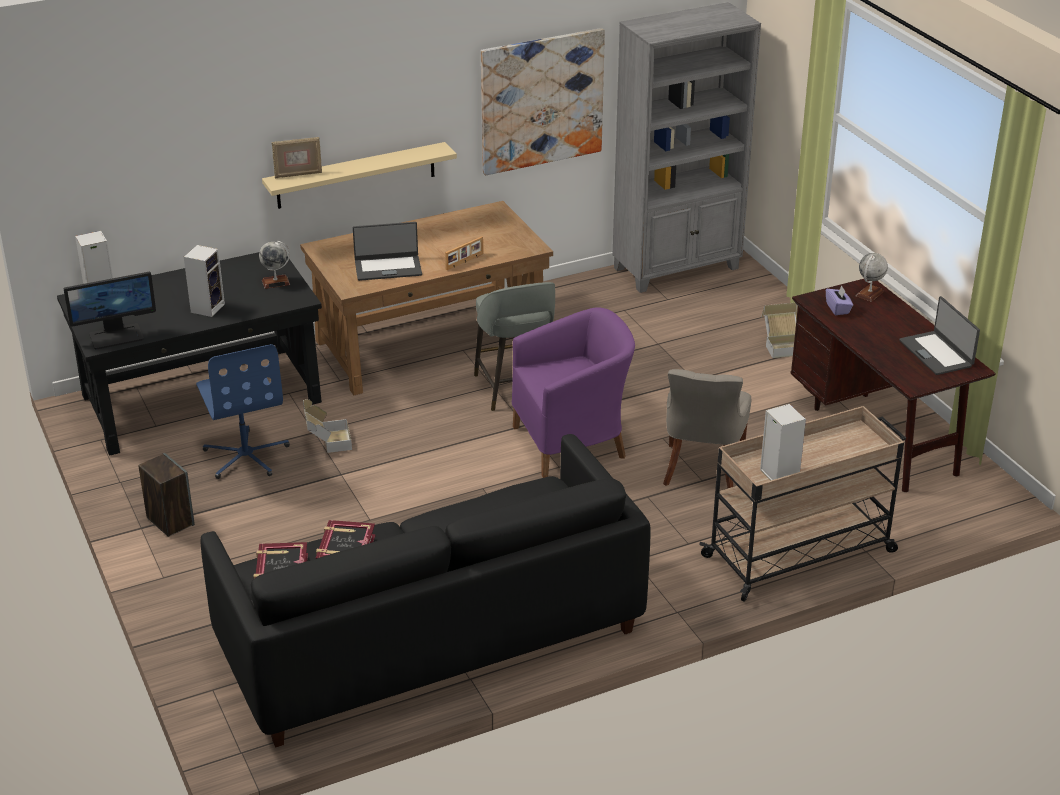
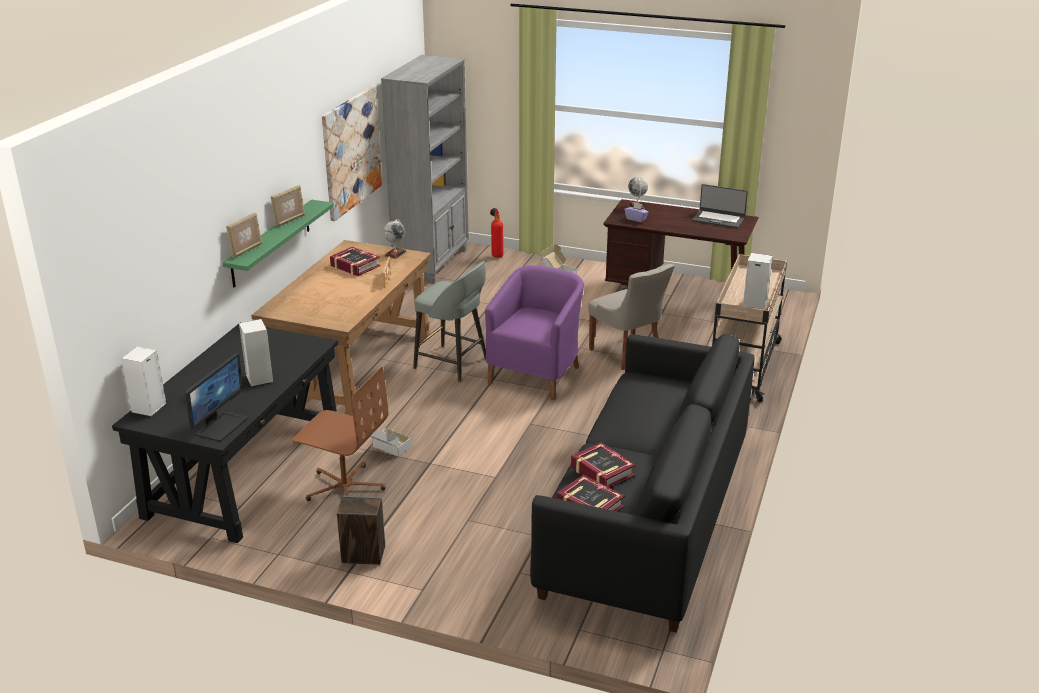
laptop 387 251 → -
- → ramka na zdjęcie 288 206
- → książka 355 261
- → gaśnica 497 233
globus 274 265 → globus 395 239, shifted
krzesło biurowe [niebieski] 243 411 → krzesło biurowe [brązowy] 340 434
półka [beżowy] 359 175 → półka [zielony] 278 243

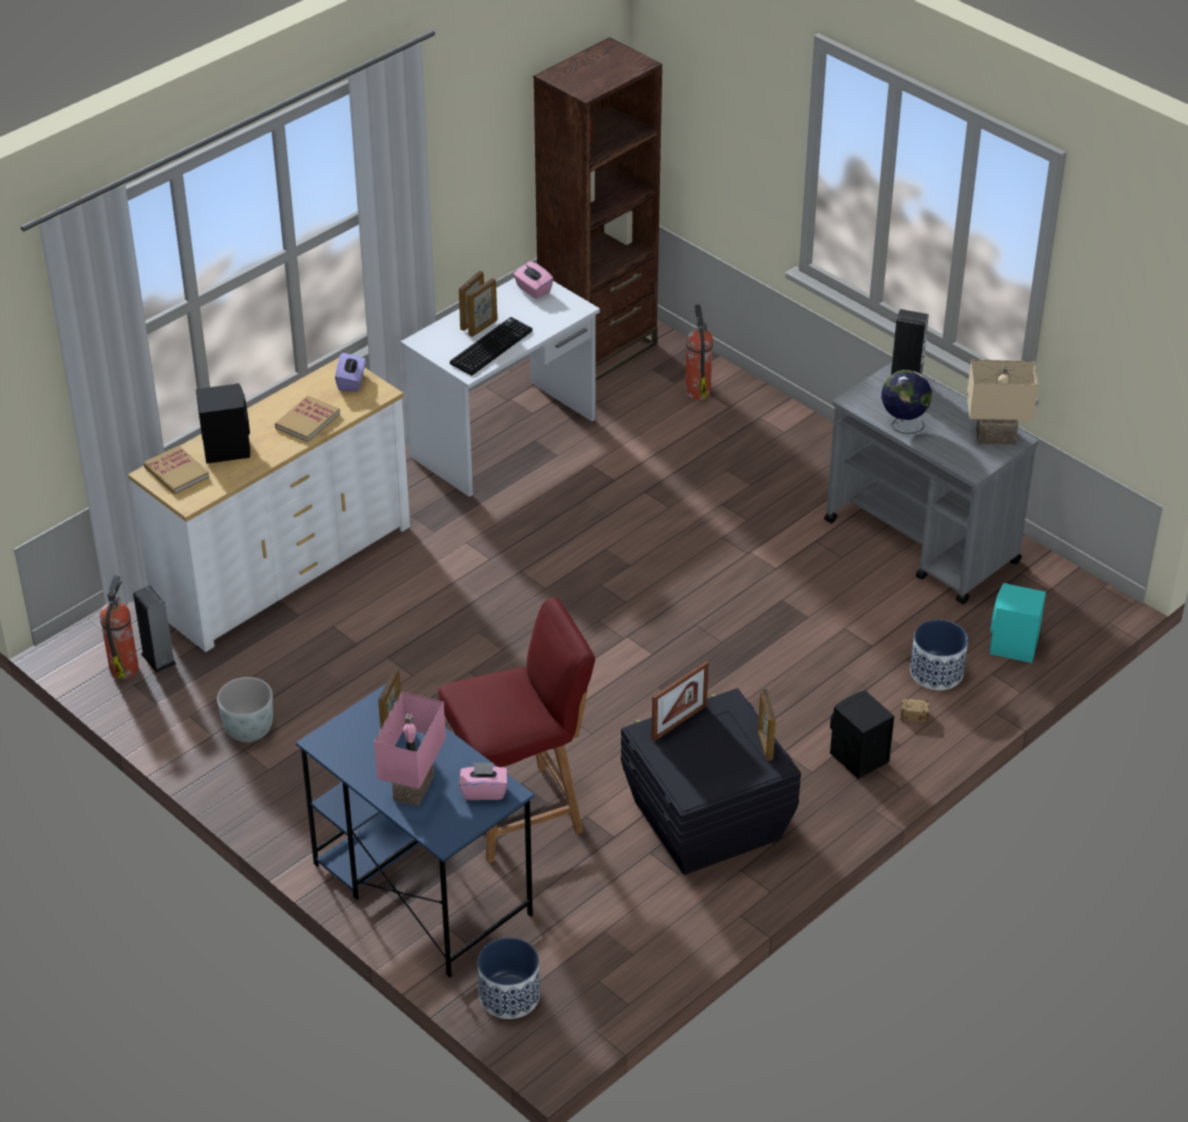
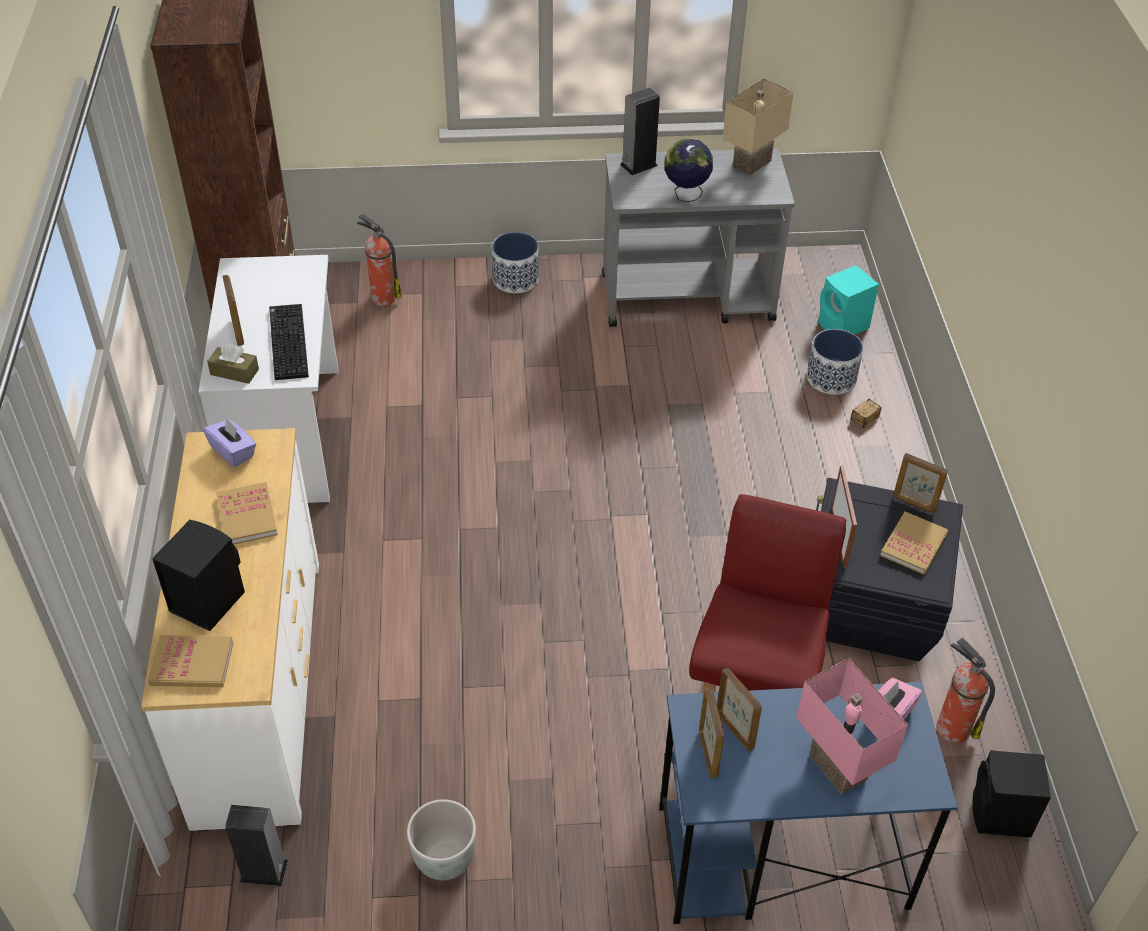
pudełko chusteczek [różowy] 533 280 → -
- → pudełko chusteczek [brązowy] 233 363
- → książka 914 543
gaśnica 119 627 → gaśnica 966 690, shifted
ramka na zdjęcie 482 307 → ramka na zdjęcie 711 733, shifted
donica 509 978 → donica 515 262, shifted
głośnik [czarny] 862 734 → głośnik [czarny] 1011 794, shifted

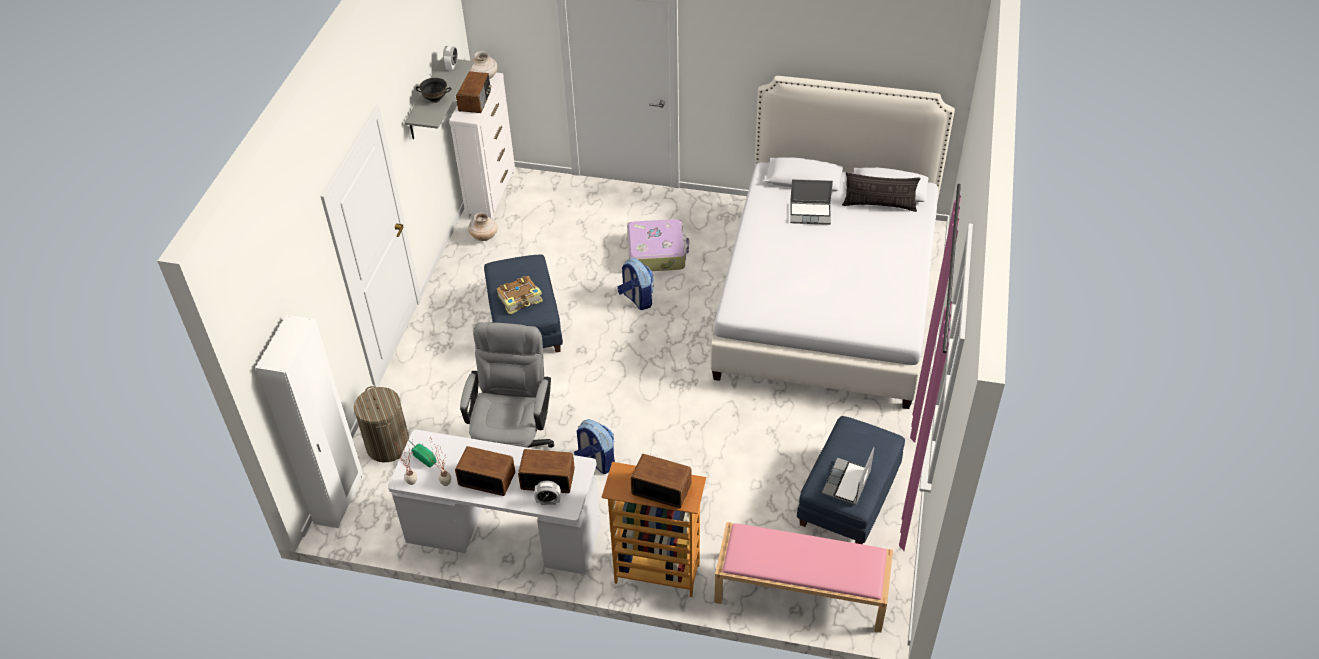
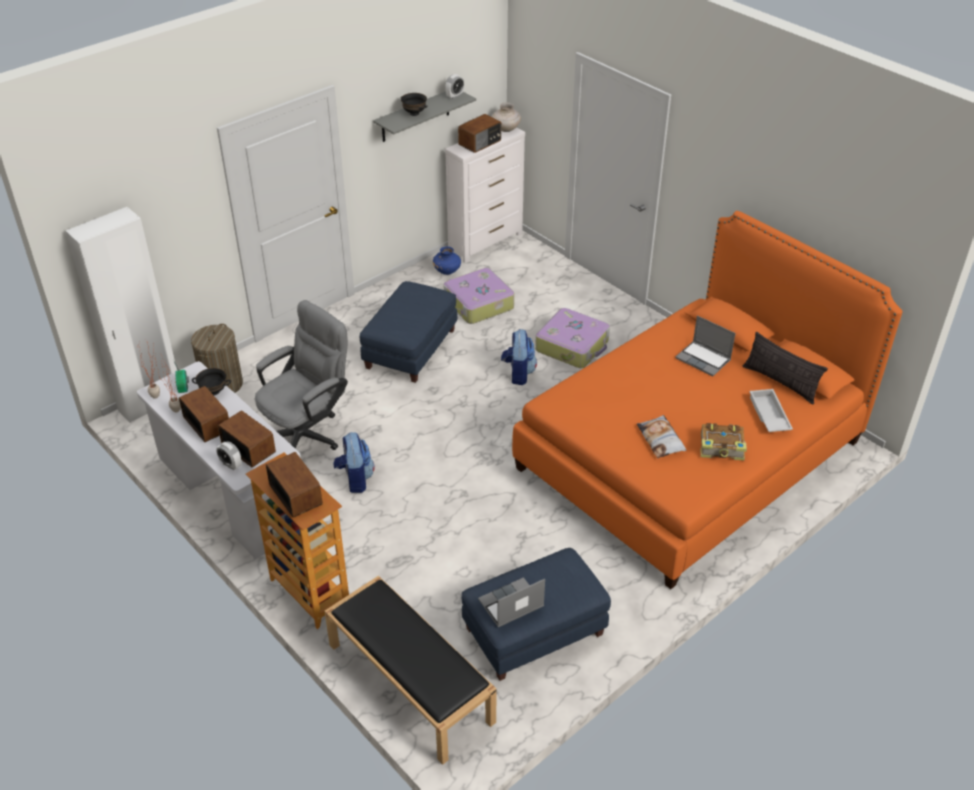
- → miska [czarny] 211 381
- → walizka 479 296
- → poduszka 661 436
- → taca [biały] 771 410
książka 520 295 → książka 723 441, shifted
wazon [beżowy] 483 226 → wazon [niebieski] 447 261
łóżko [biały] 833 242 → łóżko [pomarańczowy] 707 400
ławka [różowy] 803 577 → ławka [czarny] 410 670

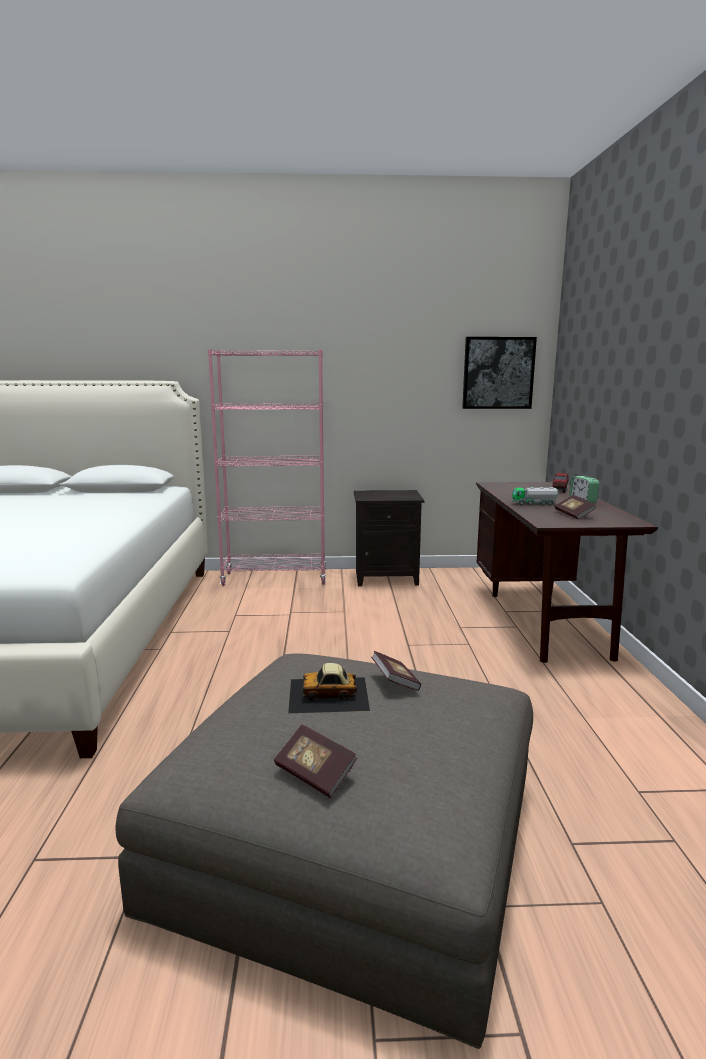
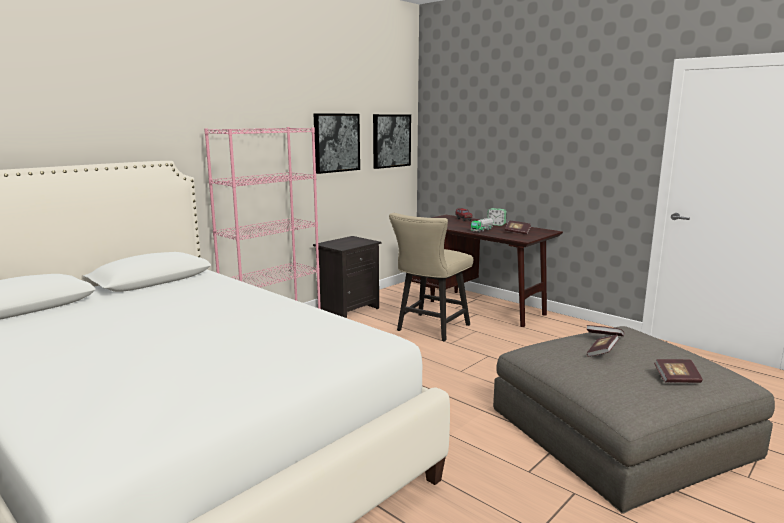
- → obraz 337 144
- → krzesło [beżowy] 431 277
samochodzik 329 688 → książka 603 346

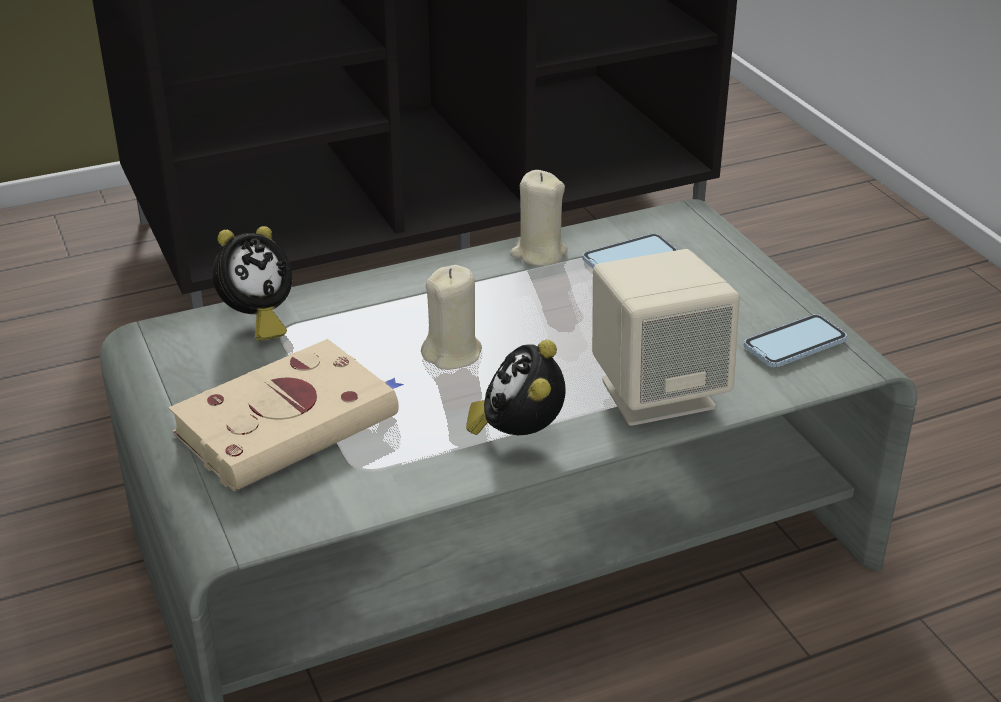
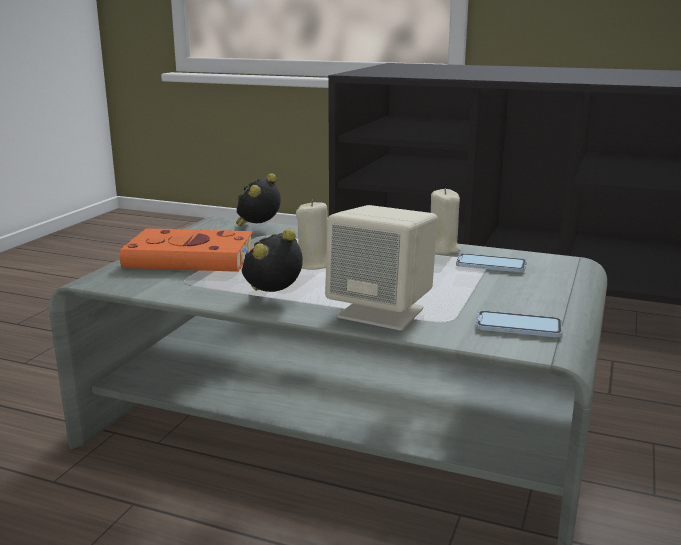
książka [beżowy] 286 415 → książka [pomarańczowy] 186 250
budzik 252 283 → budzik 258 200, 120 degrees clockwise

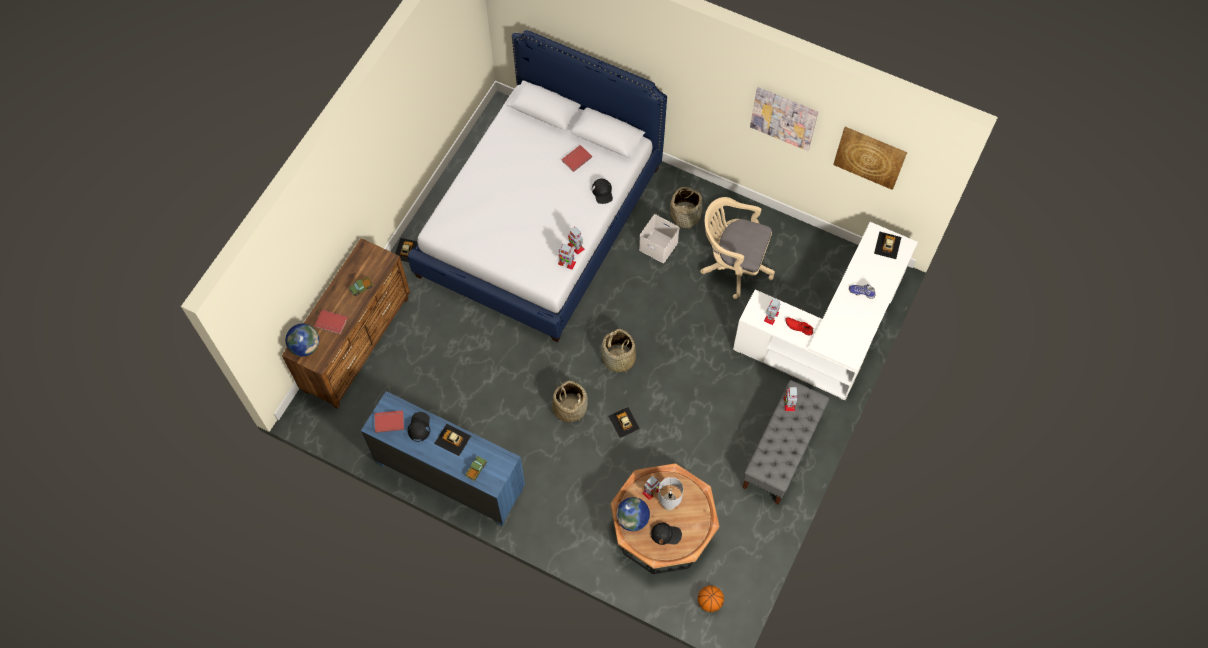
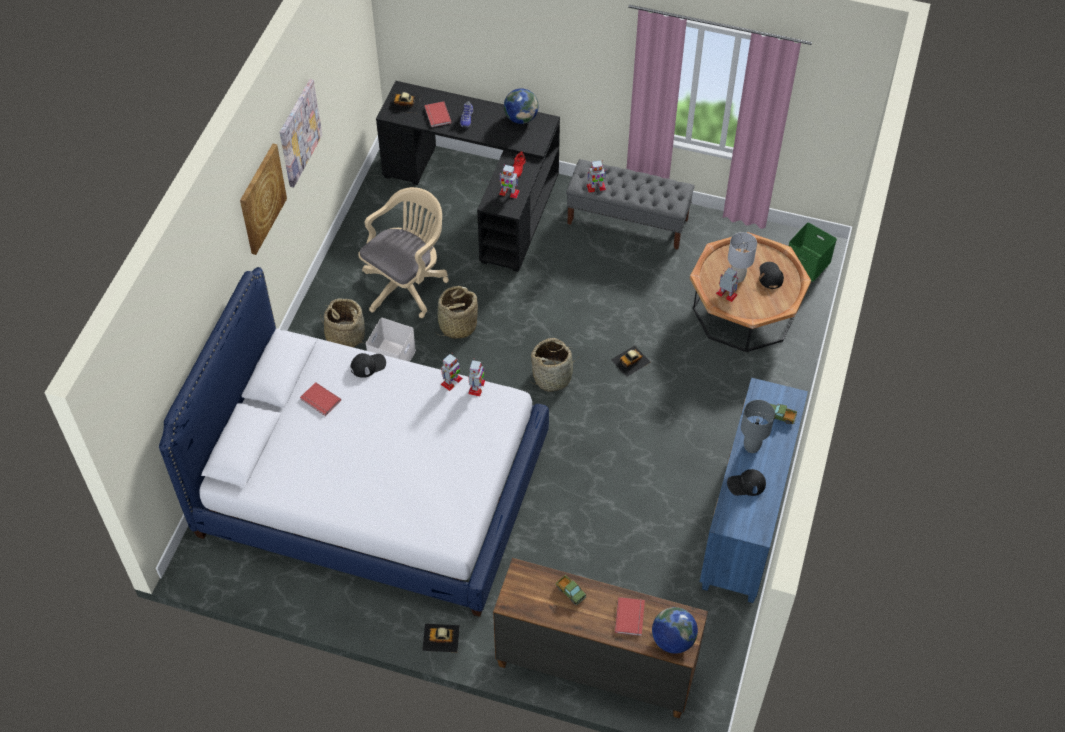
książka [czerwony] 389 421 → książka [czerwony] 438 114, shifted
koszyk 570 402 → koszyk 458 312, shifted
globus 633 514 → globus 521 106, shifted
obraz 870 158 → obraz 263 199, shifted
samochodzik 452 440 → lampa stołowa [szary] 758 426
piłka do koszykówki 711 599 → pojemnik do przechowywania [zielony] 813 252
biurko [biały] 825 311 → biurko [czarny] 468 176
krzesło biurowe [beżowy] 737 248 → krzesło biurowe [beżowy] 403 252, 150 degrees counterclockwise

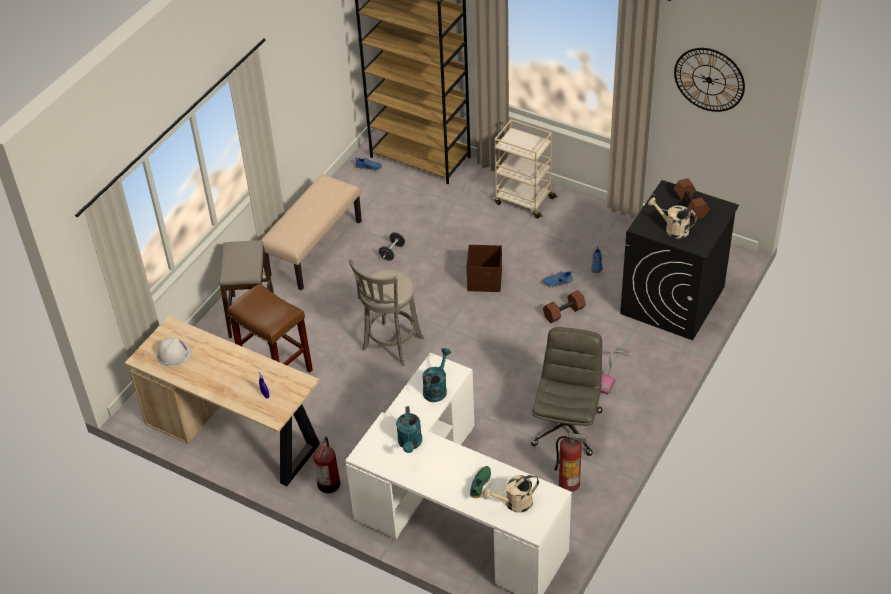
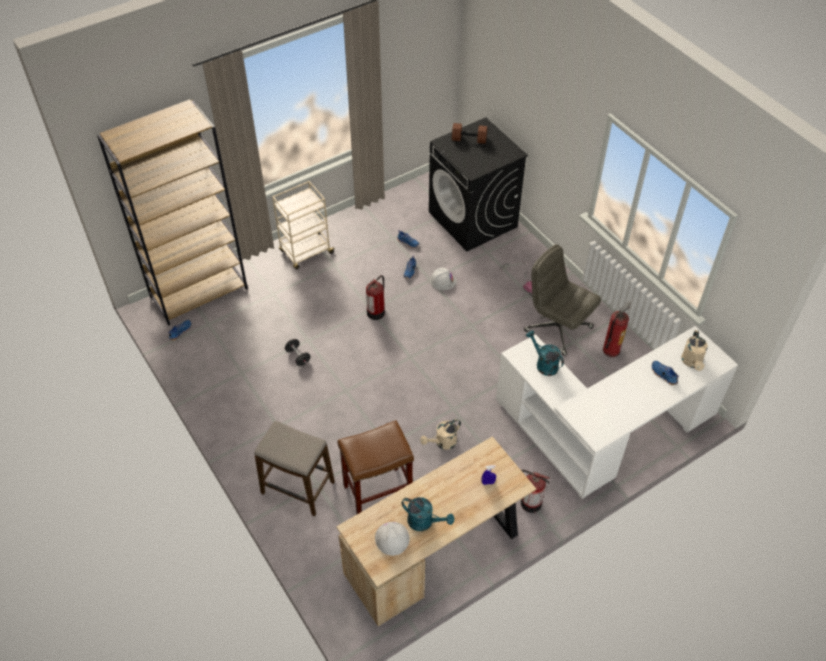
ławka [beżowy] 311 232 → -
stołek [szary] 386 312 → -
zegar ścienny 709 80 → -
konewka [turkusowy] 409 429 → konewka [turkusowy] 427 514, shifted
konewka [beżowy] 672 218 → konewka [beżowy] 440 434, shifted
pojemnik do przechowywania [brązowy] 484 268 → gaśnica 375 297
hantel [brązowy] 564 306 → kask [biały] 443 279
but [zielony] 480 482 → but [niebieski] 665 373

